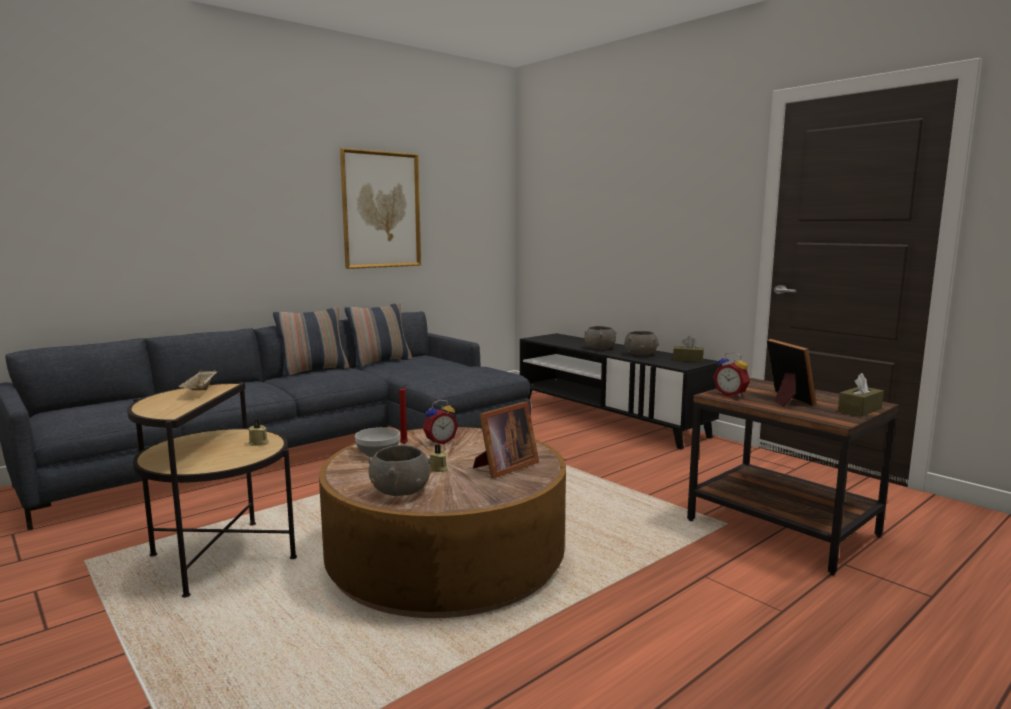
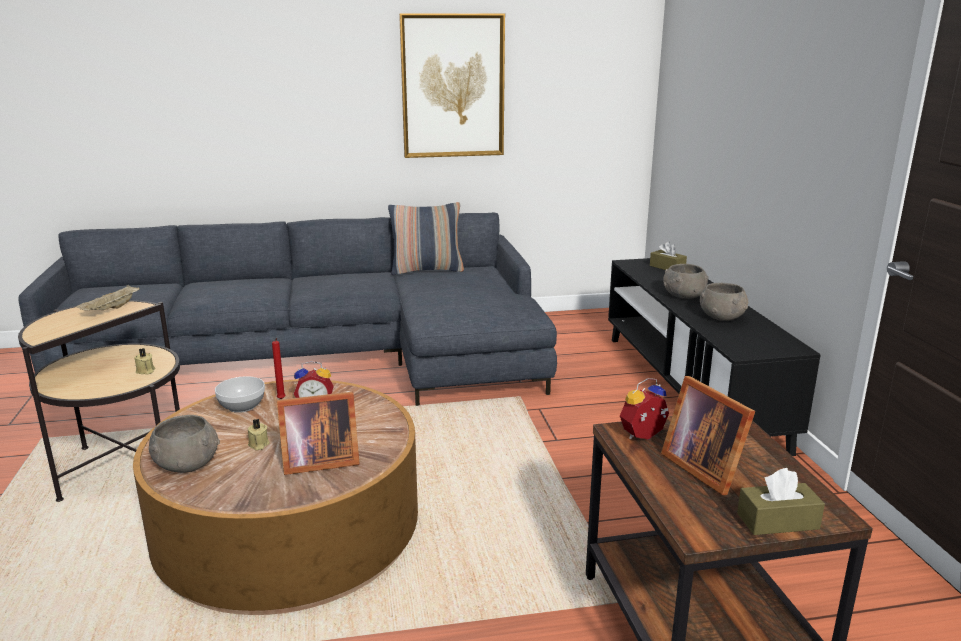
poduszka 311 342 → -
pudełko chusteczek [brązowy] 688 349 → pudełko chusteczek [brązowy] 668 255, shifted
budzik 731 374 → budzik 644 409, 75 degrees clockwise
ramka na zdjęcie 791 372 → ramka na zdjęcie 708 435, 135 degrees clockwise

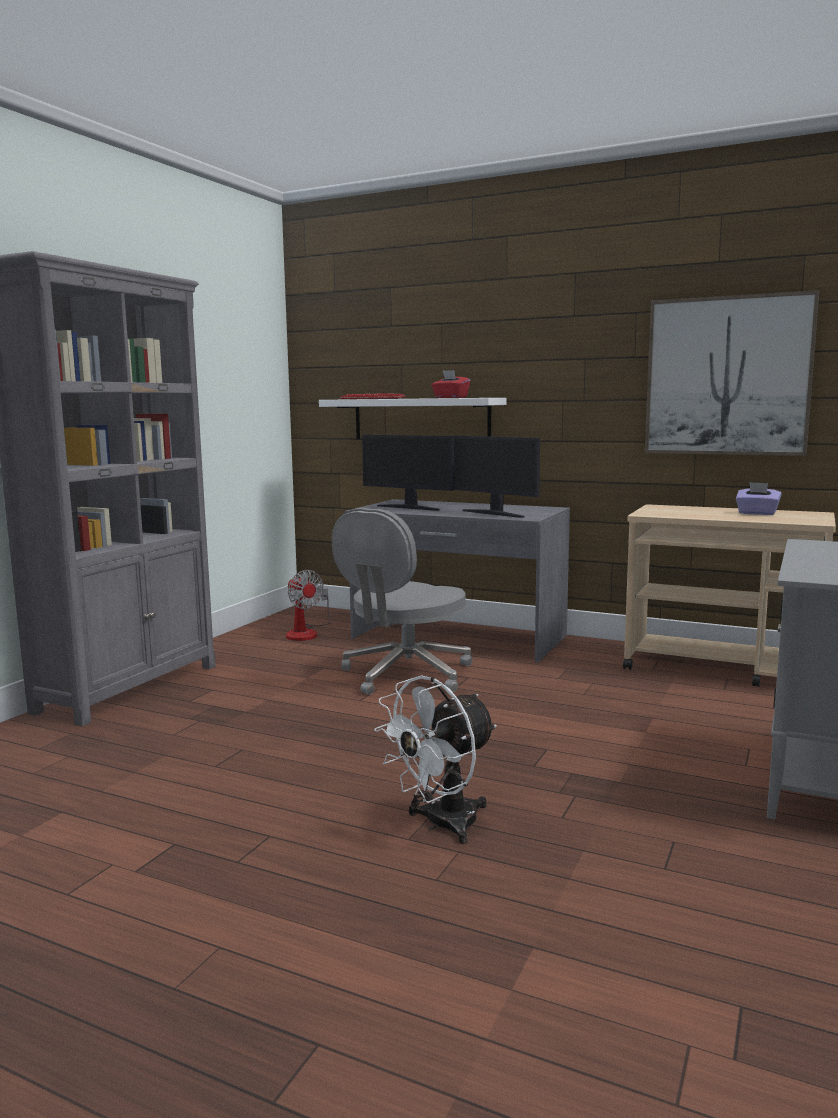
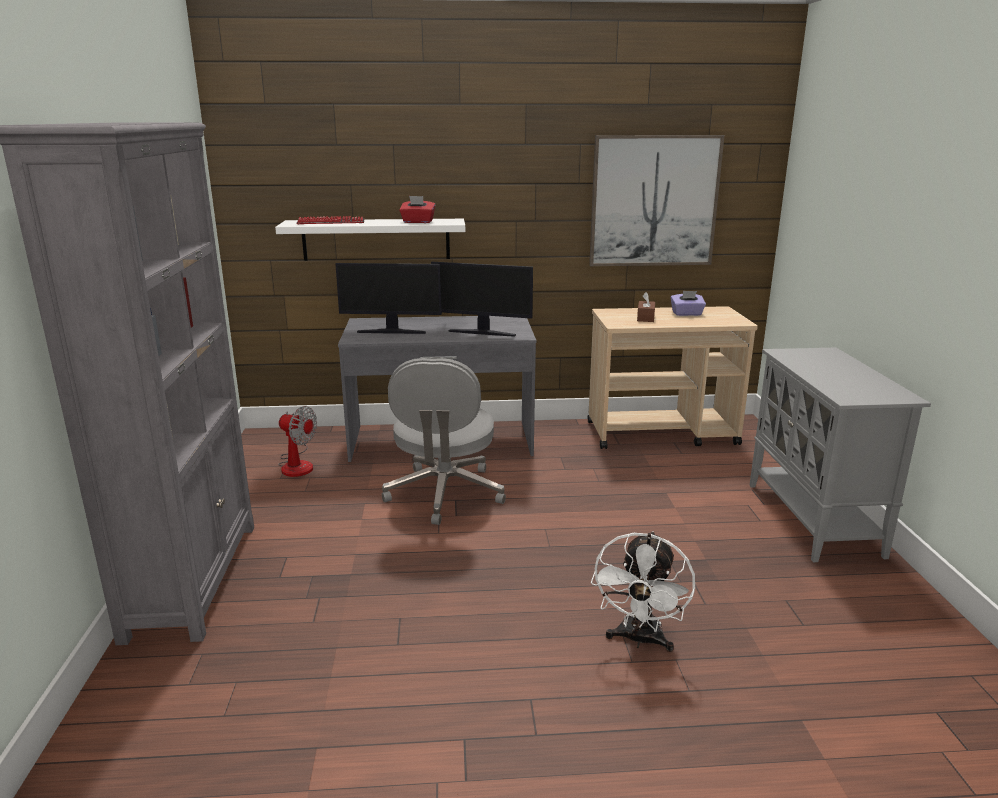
- → pudełko chusteczek [brązowy] 646 307

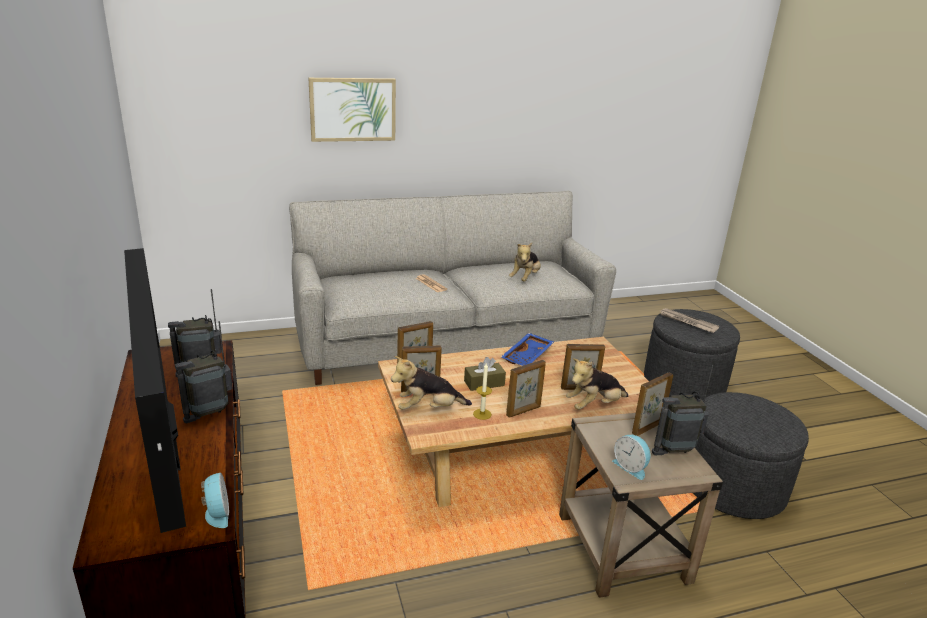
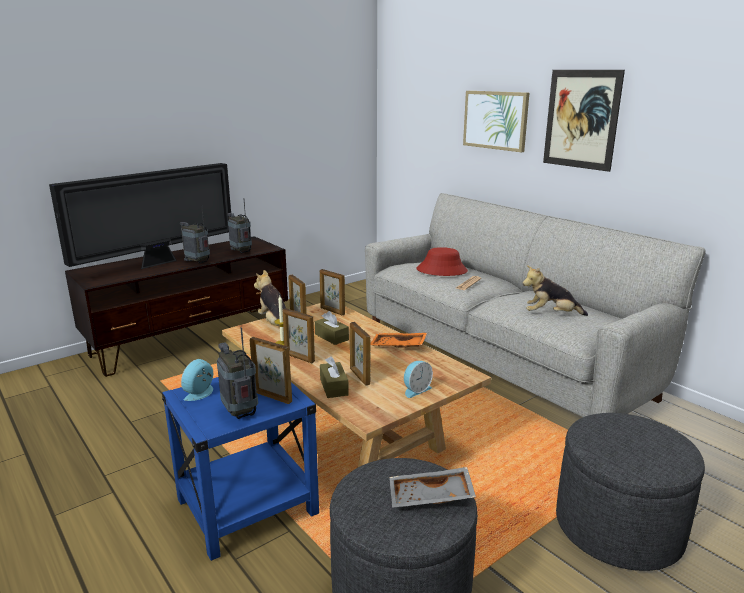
gazeta 690 320 → -
- → taca [szary] 432 487
- → kapelusz [czerwony] 442 261
- → obraz 584 121
budzik 215 500 → budzik 418 379, shifted
pluszak 597 384 → pudełko chusteczek [brązowy] 334 377
taca [niebieski] 527 349 → taca [pomarańczowy] 398 340
stolik [beżowy] 641 505 → stolik [niebieski] 240 469

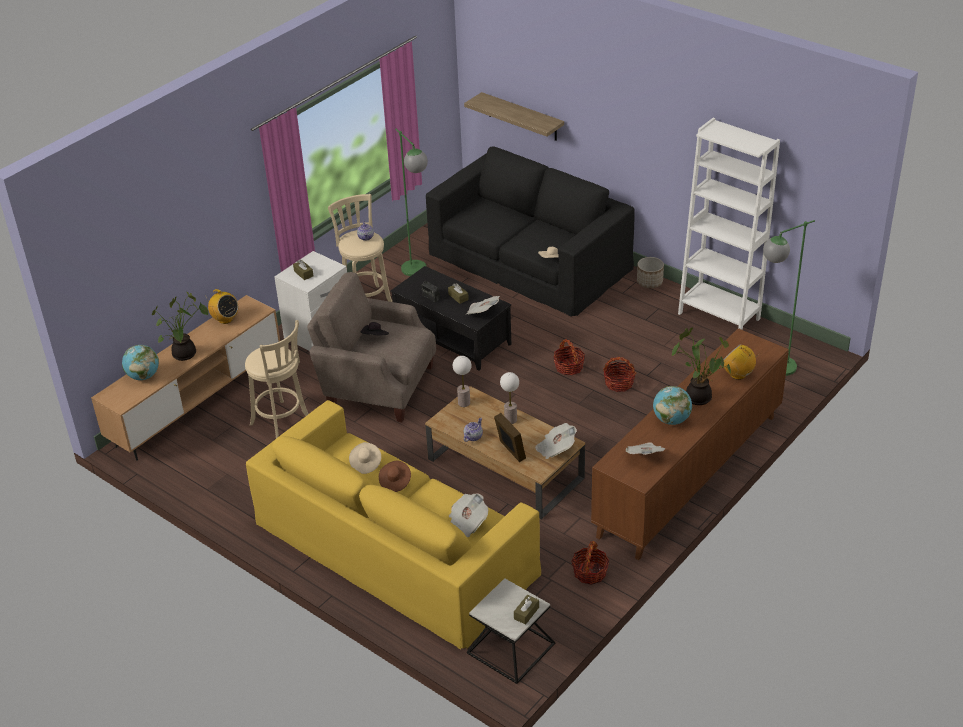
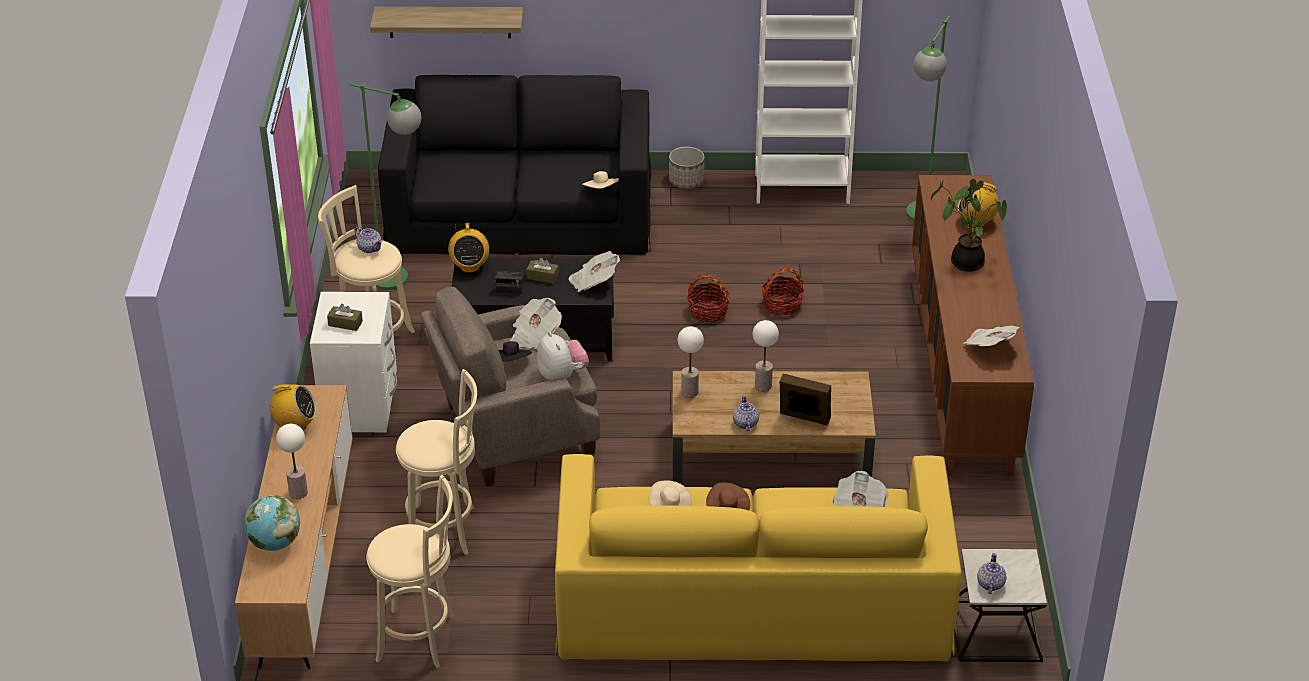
pudełko chusteczek [brązowy] 526 610 → -
koszyk 590 563 → -
globus 672 405 → -
- → stołek [beżowy] 410 571
- → radio 468 248
- → pluszak 563 356
- → imbryk 991 573
gazeta 556 441 → gazeta 536 323, shifted
roślina doniczkowa 180 326 → lampa stołowa 292 461

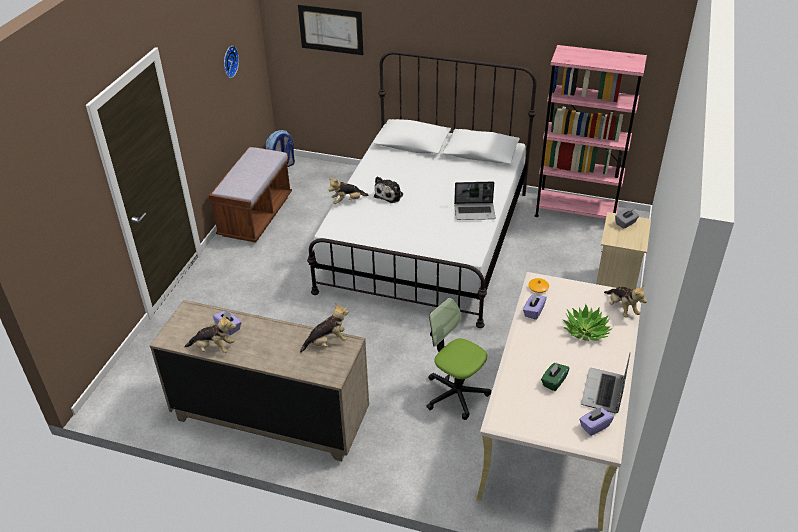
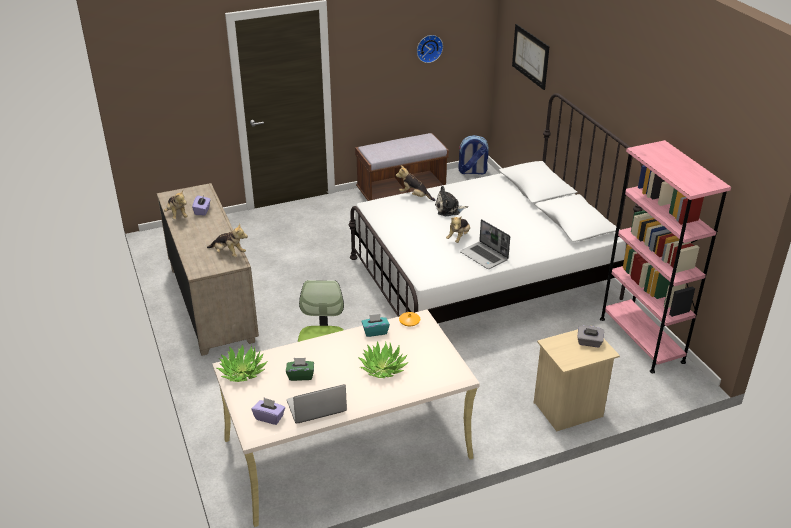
- → roślina doniczkowa 242 363
pluszak 625 302 → pluszak 458 229, shifted
pudełko chusteczek [fioletowy] 535 307 → pudełko chusteczek [turkusowy] 375 325

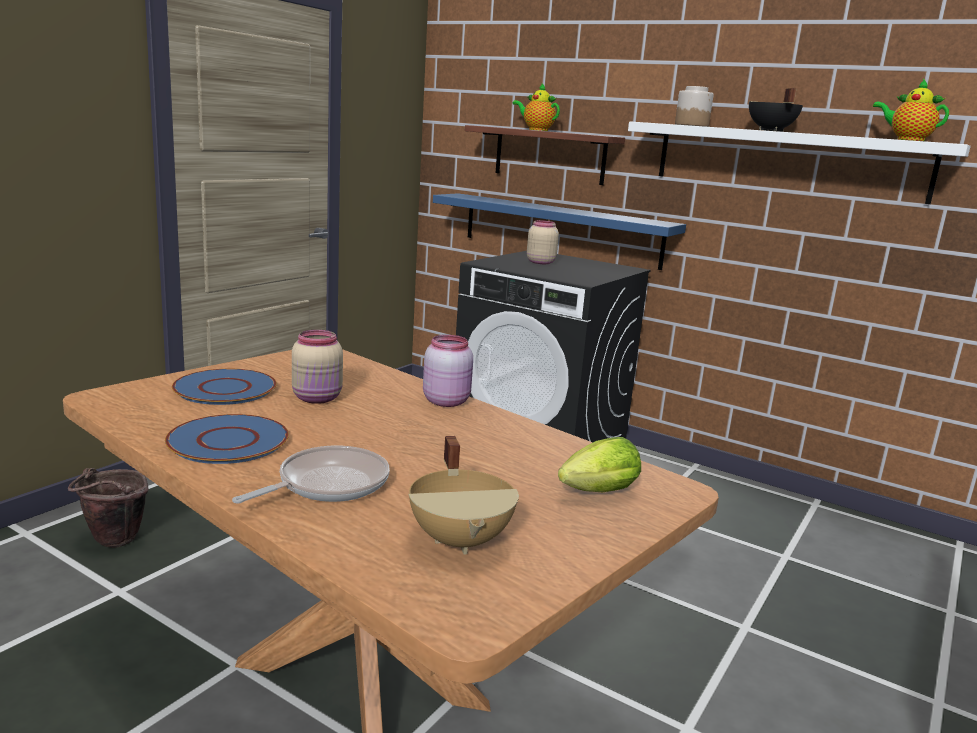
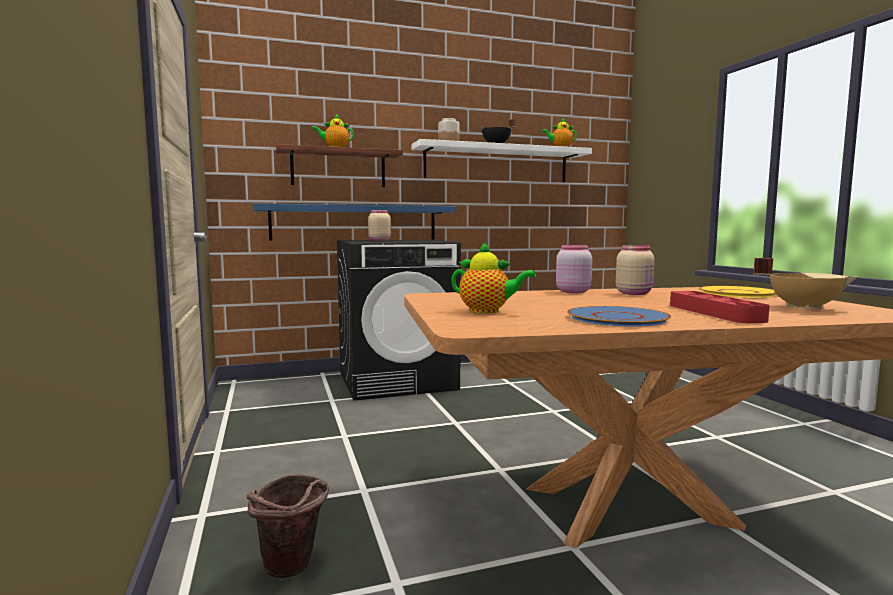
słoik [beżowy] 317 367 → słoik [beżowy] 635 270, shifted
talerz [niebieski] 224 387 → imbryk 493 277
patelnia 311 475 → taca [czerwony] 720 307
sałata 599 464 → talerz [żółty] 737 292

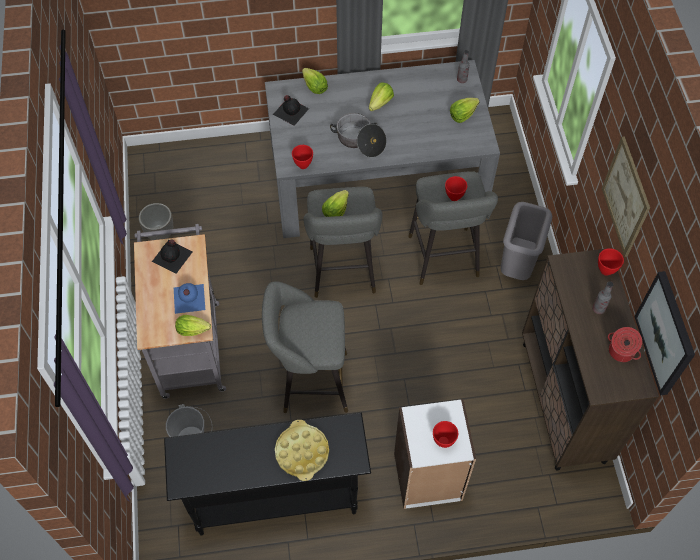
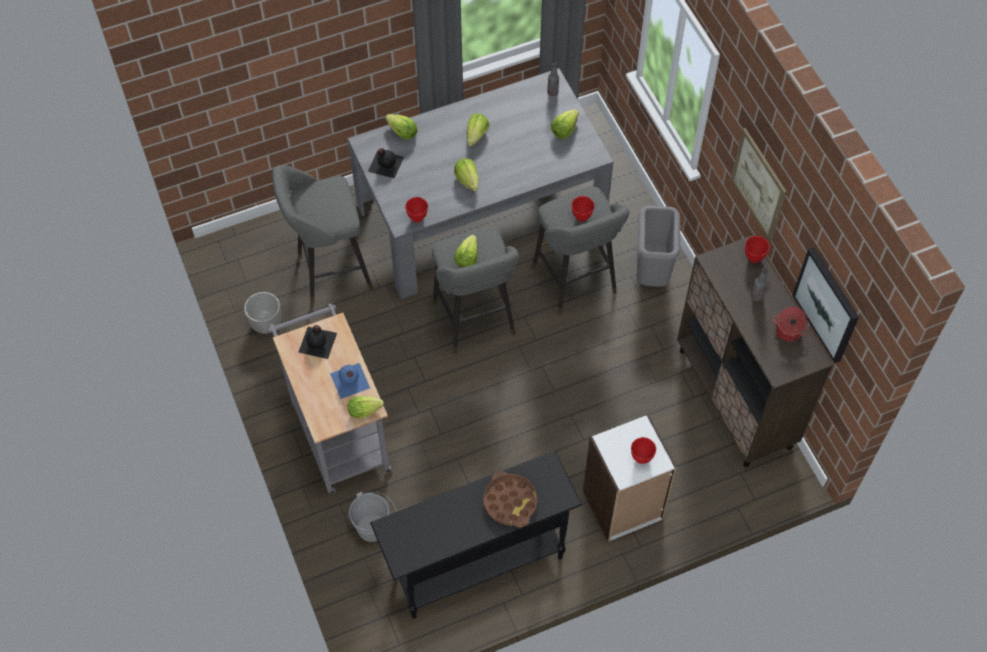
stołek [szary] 305 347 → stołek [szary] 322 234, shifted
garnek 358 135 → sałata 466 174
taca [żółty] 302 450 → taca [brązowy] 510 499

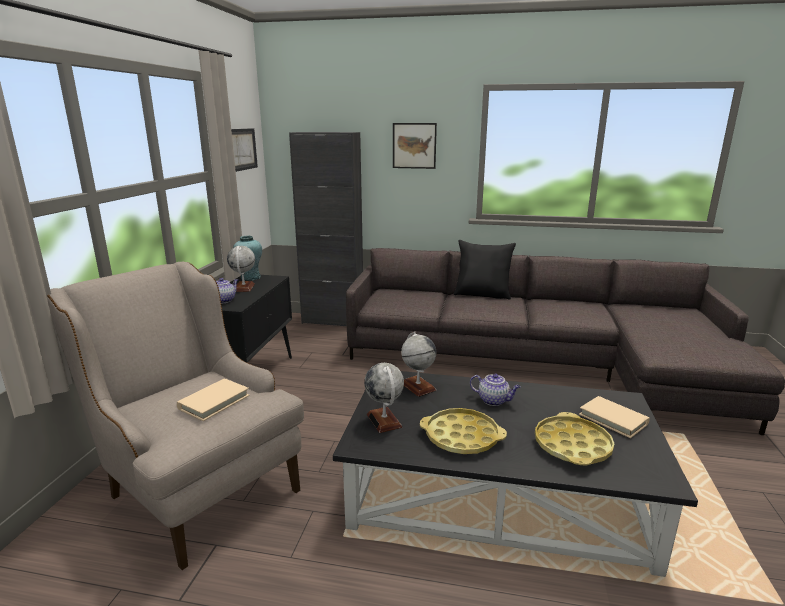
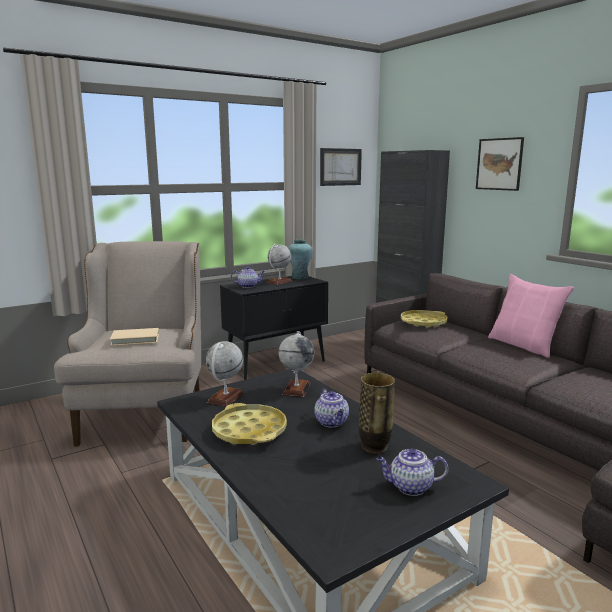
- → wazon 377 412
taca [żółty] 574 438 → taca [żółty] 424 319, shifted
książka [beżowy] 614 417 → imbryk 412 472
poduszka [czarny] 485 270 → poduszka [różowy] 531 316

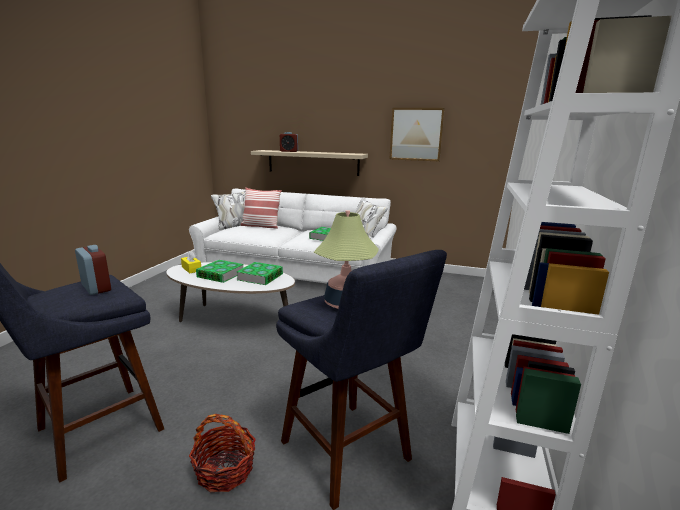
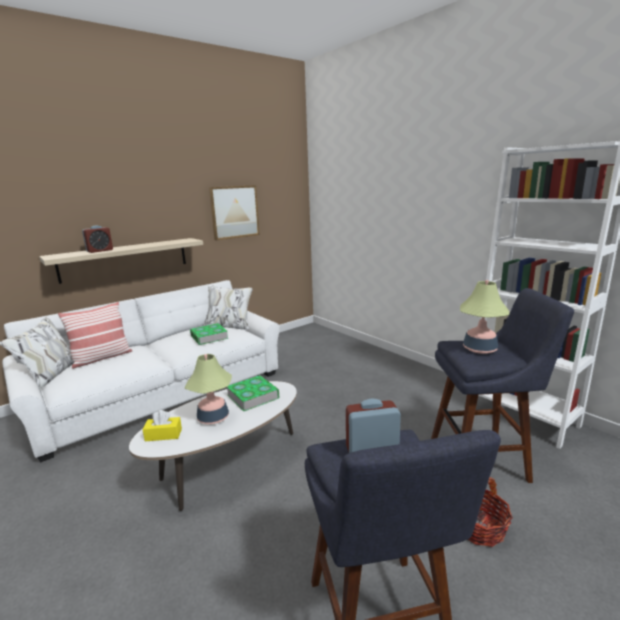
książka 220 271 → lampa stołowa 208 389

